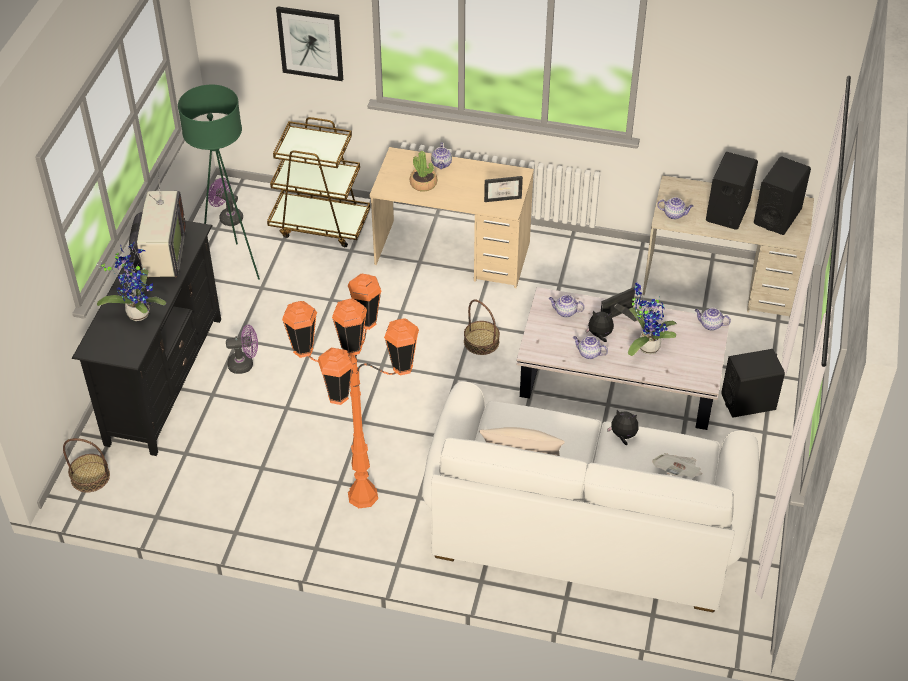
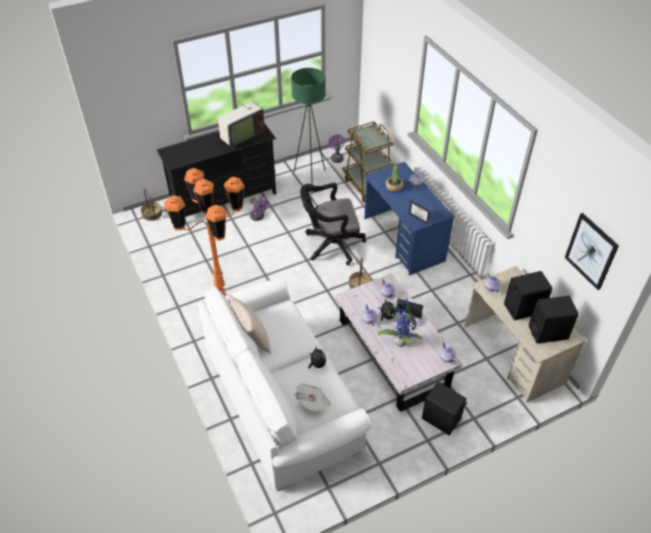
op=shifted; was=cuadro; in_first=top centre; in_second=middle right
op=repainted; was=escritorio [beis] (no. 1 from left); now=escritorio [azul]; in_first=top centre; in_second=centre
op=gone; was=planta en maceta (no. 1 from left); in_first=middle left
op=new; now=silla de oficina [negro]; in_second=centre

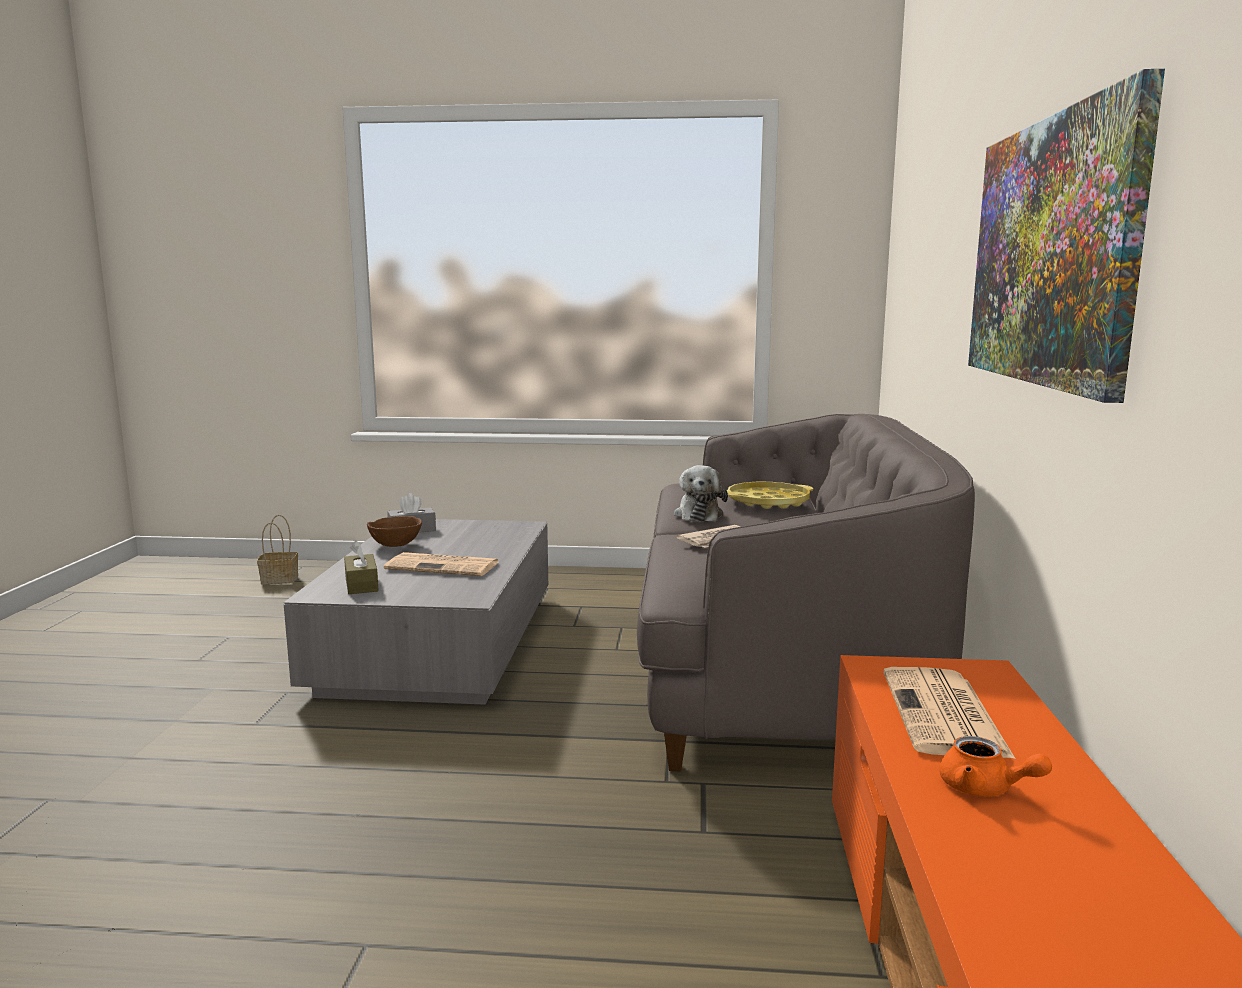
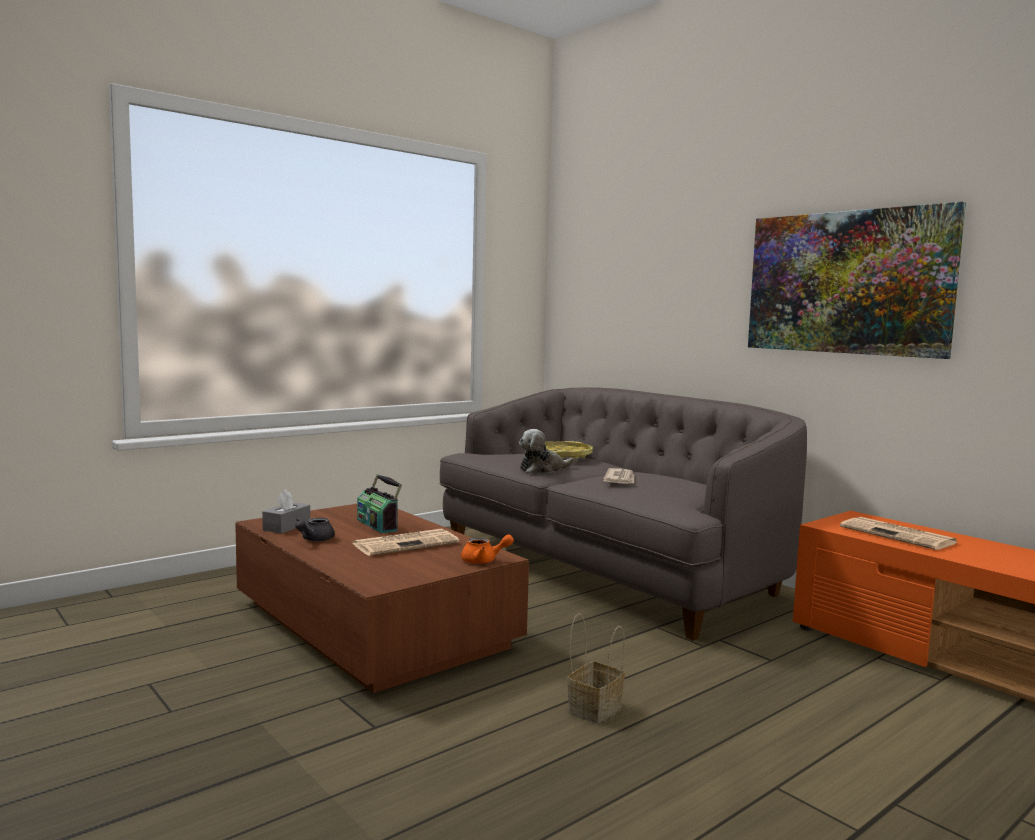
op=rotated; was=peluche; in_first=centre; in_second=centre; clockwise=105
op=shifted; was=cesta; in_first=middle left; in_second=bottom centre
op=swapped; was=cuenco [marrón]; now=tetera [gris]; in_first=middle left; in_second=middle left
op=repainted; was=mesa de centro [gris]; now=mesa de centro [marrón]; in_first=centre; in_second=bottom centre
op=gone; was=caja de pañuelos [marrón]; in_first=middle left
op=shifted; was=tetera [naranja]; in_first=bottom right; in_second=centre
op=new; now=radio; in_second=centre

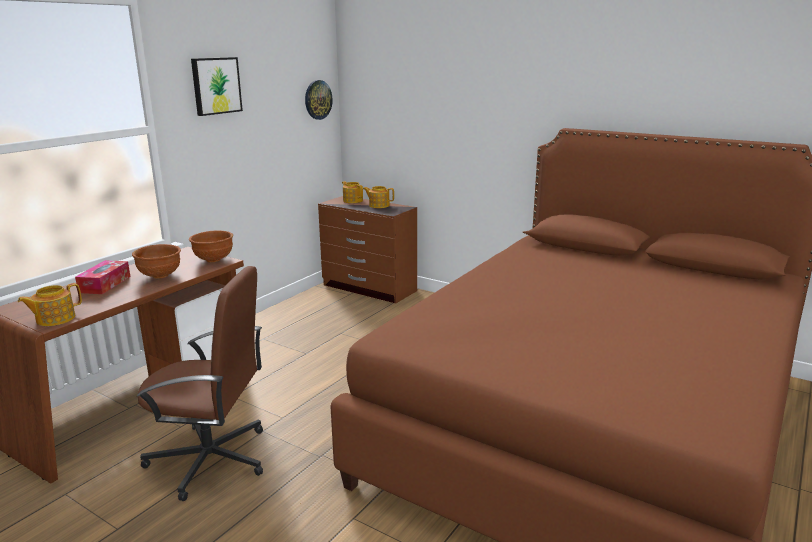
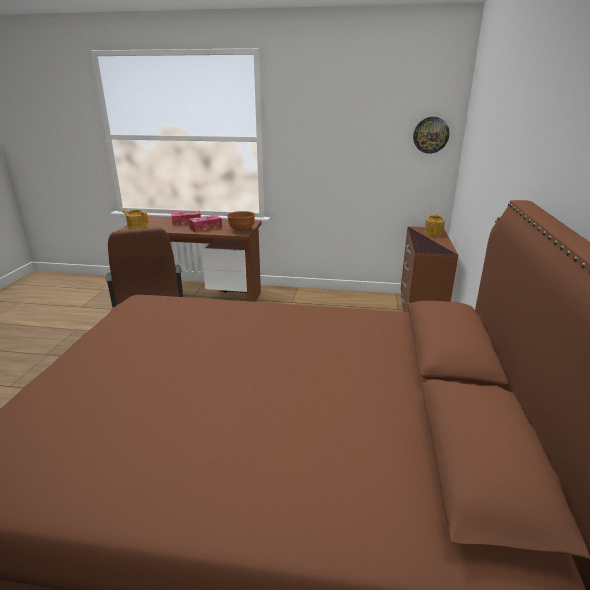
op=gone; was=cuadro; in_first=top left
op=gone; was=tetera (no. 3 from left); in_first=centre
op=swapped; was=cuenco [marrón] (no. 1 from left); now=caja de pañuelos (no. 2 from left); in_first=middle left; in_second=centre

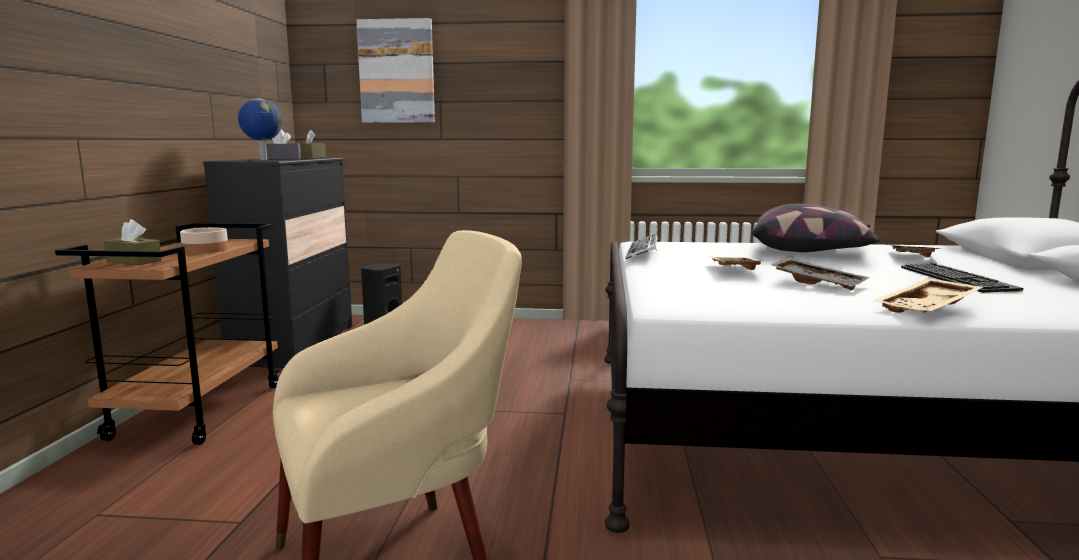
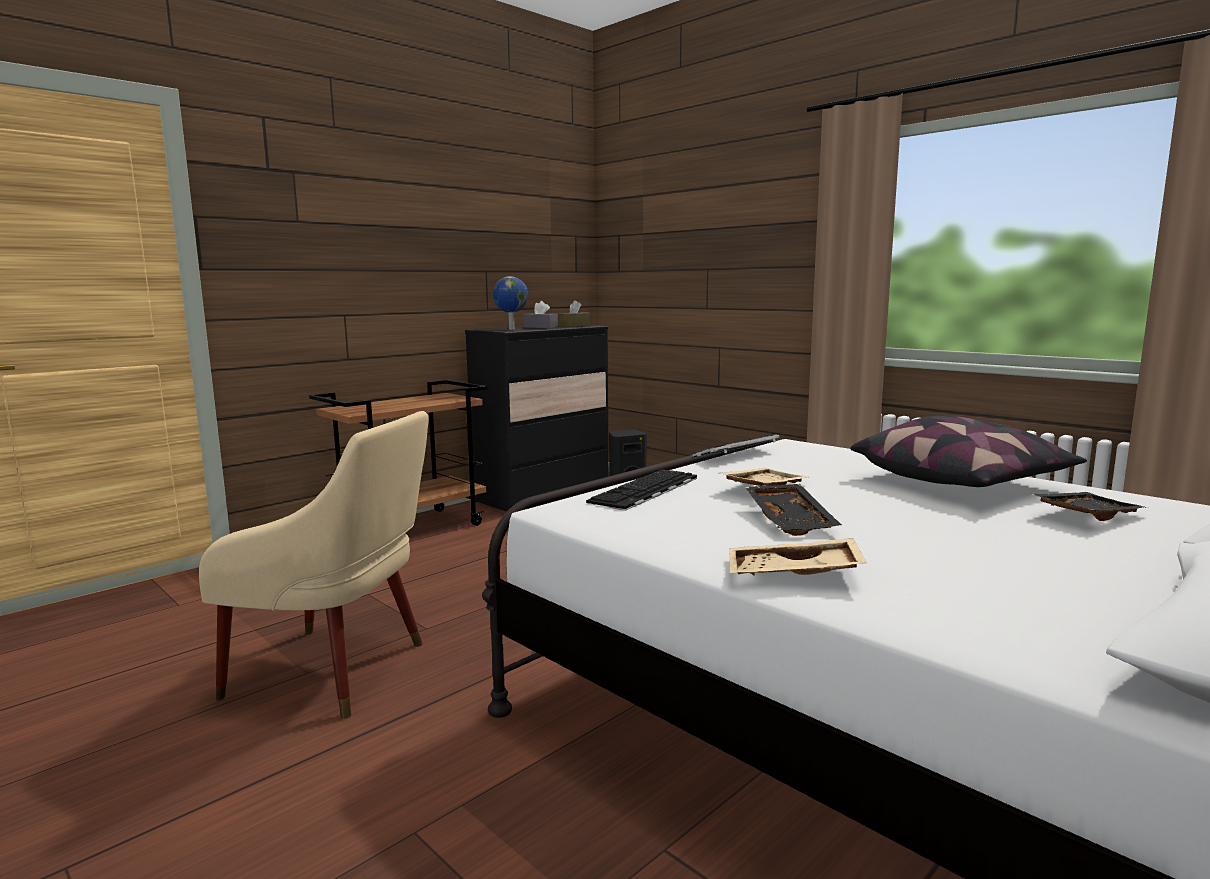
op=gone; was=cuadro; in_first=top centre
op=gone; was=caja de pañuelos [marrón] (no. 1 from left); in_first=middle left
op=gone; was=cuenco; in_first=middle left
op=shifted; was=teclado (no. 2 from left in the first image); now=teclado (no. 1 from left); in_first=middle right; in_second=centre

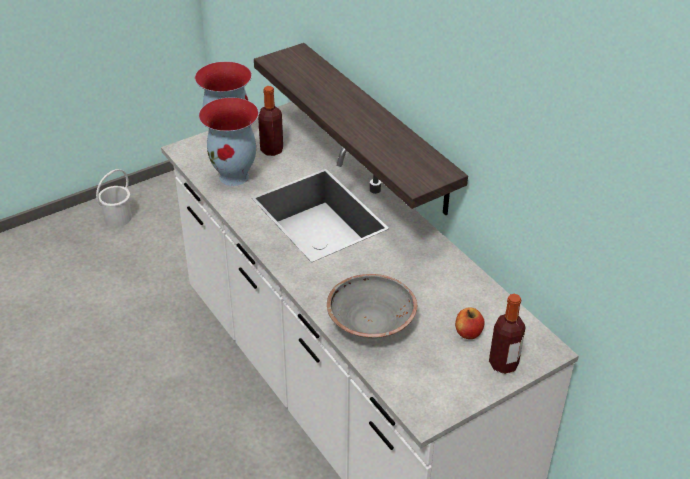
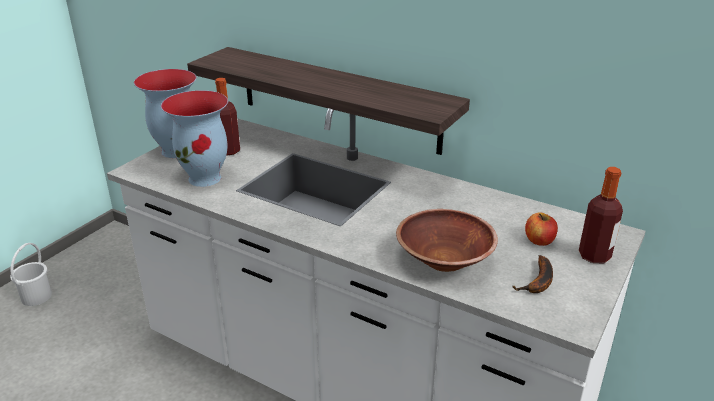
op=repainted; was=cuenco [gris]; now=cuenco [marrón]; in_first=centre; in_second=centre
op=new; now=plátano; in_second=bottom right

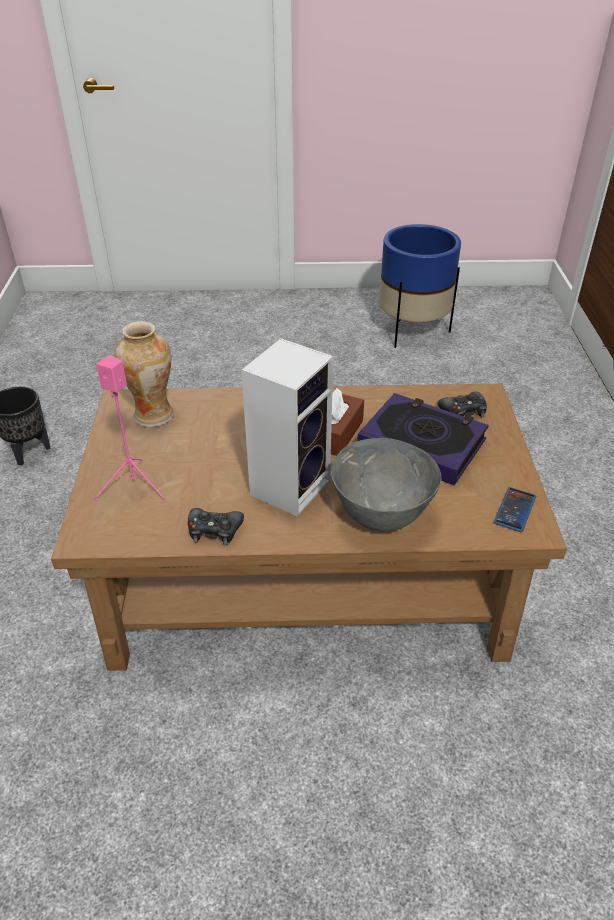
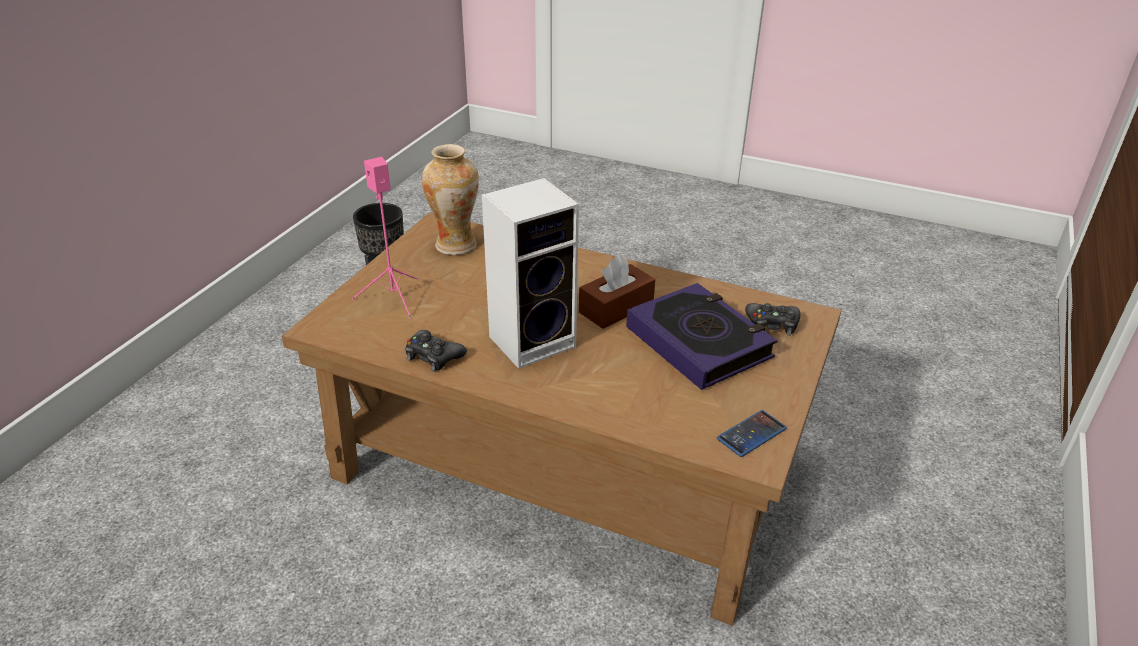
op=gone; was=maceta [azul]; in_first=top right
op=gone; was=cuenco [gris]; in_first=centre

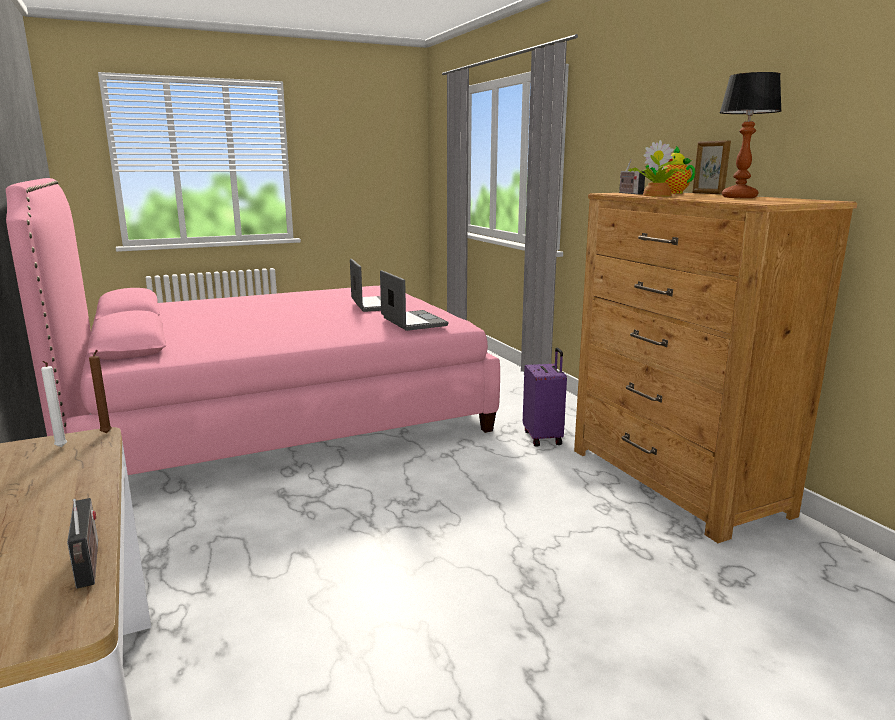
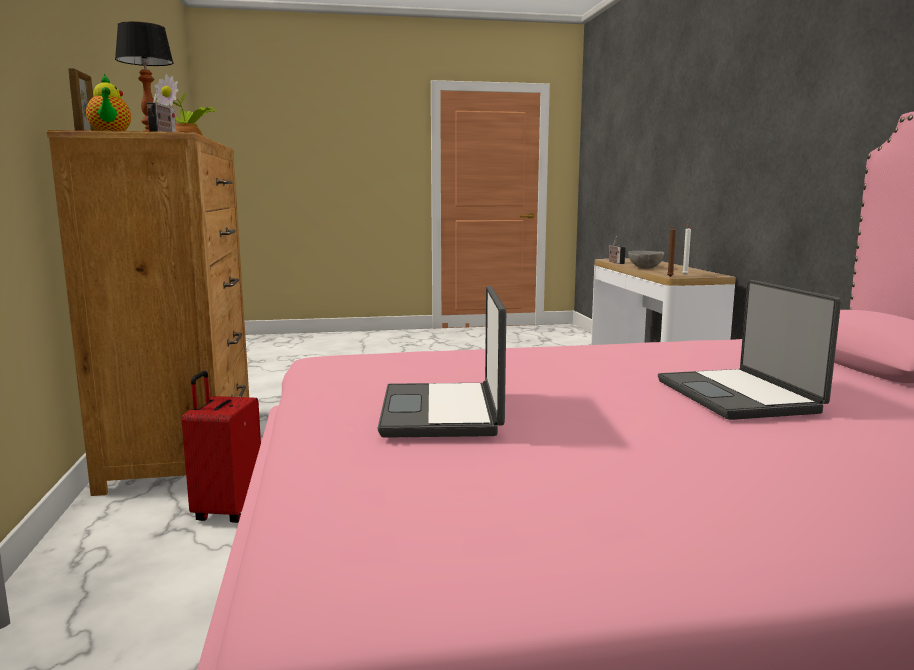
op=shifted; was=portátil (no. 2 from left); in_first=centre; in_second=middle right
op=repainted; was=maleta [morado]; now=maleta [rojo]; in_first=centre; in_second=bottom left
op=new; now=cuenco [gris]; in_second=middle right

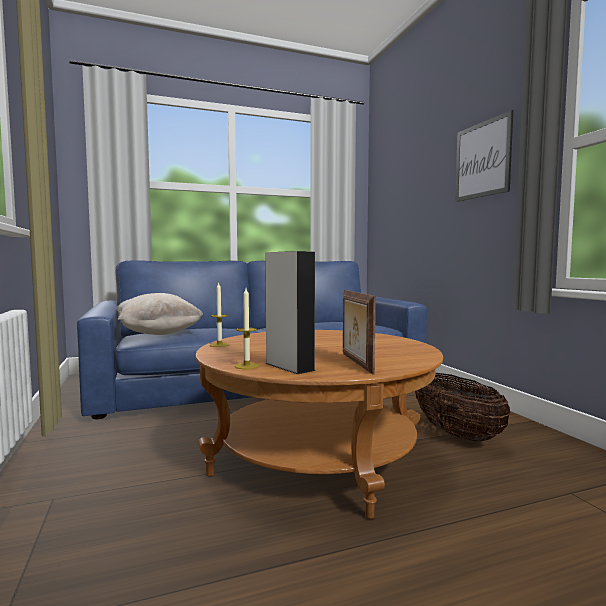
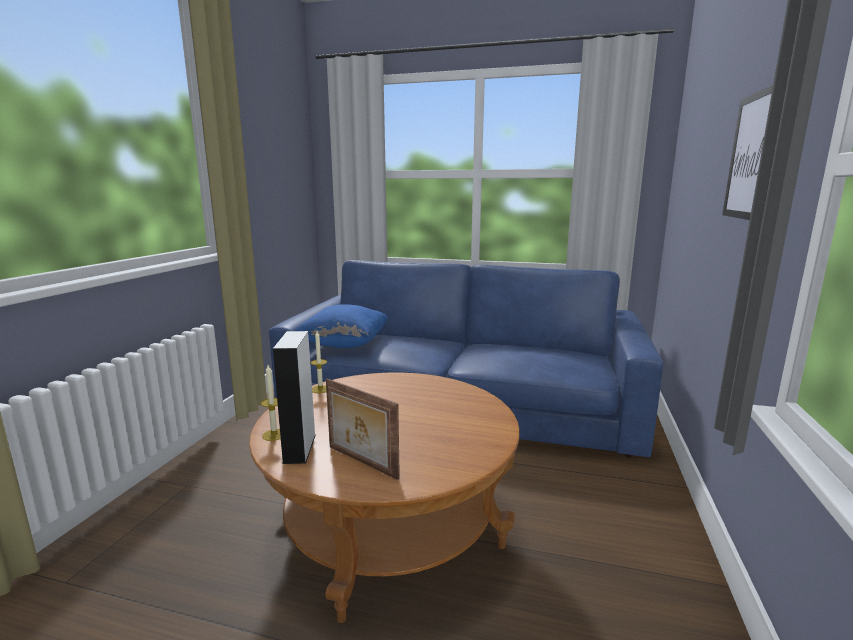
op=rotated; was=portarretratos; in_first=centre; in_second=bottom centre; clockwise=-75
op=repainted; was=cojín [beis]; now=cojín [azul]; in_first=middle left; in_second=centre
op=gone; was=cesta; in_first=bottom right

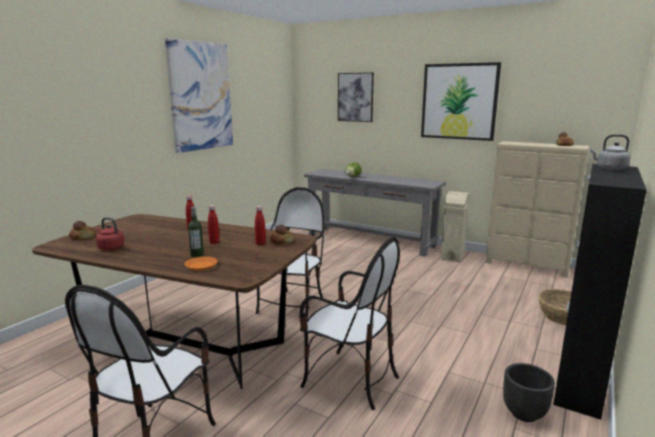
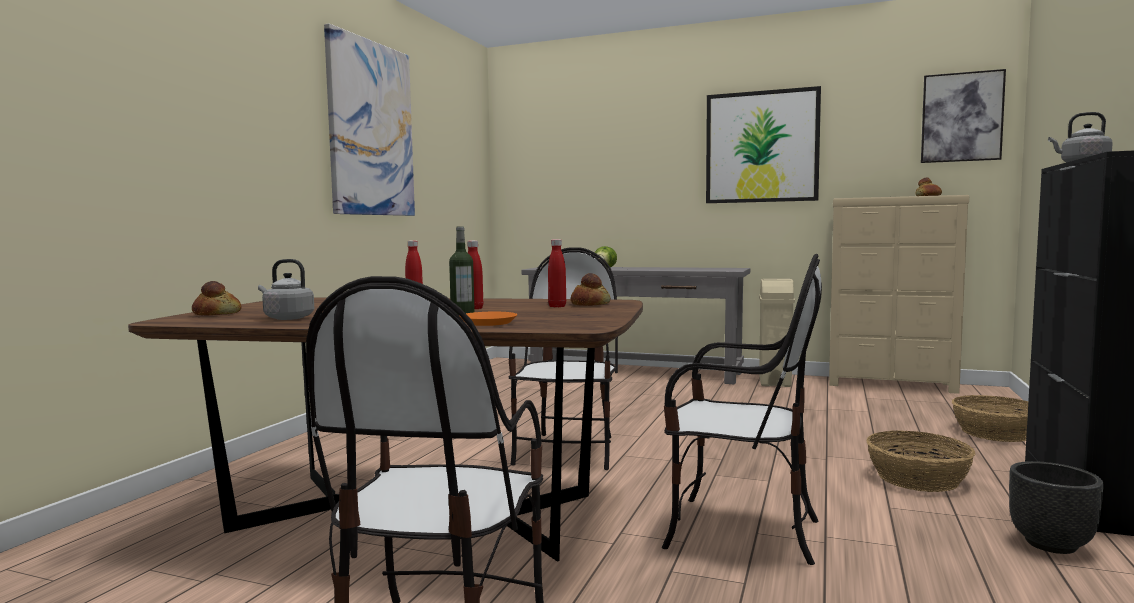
op=shifted; was=cuadro (no. 2 from left in the first image); now=cuadro (no. 3 from left); in_first=top centre; in_second=top right
op=repainted; was=hervidor [rojo]; now=hervidor [gris] (no. 1 from left); in_first=middle left; in_second=middle left
op=new; now=cesta (no. 1 from left); in_second=bottom right

